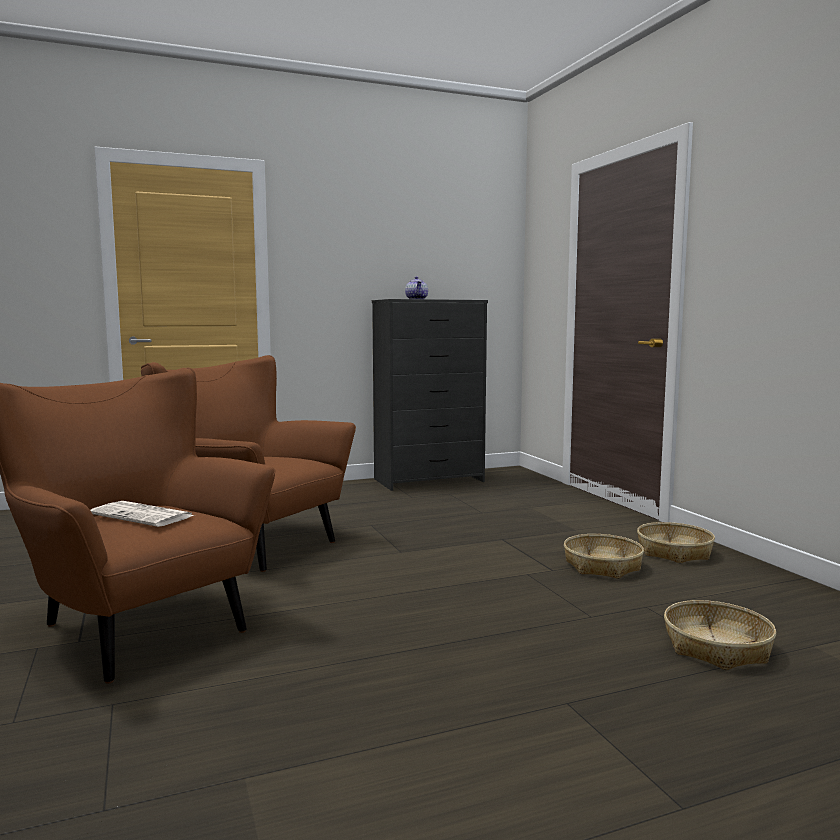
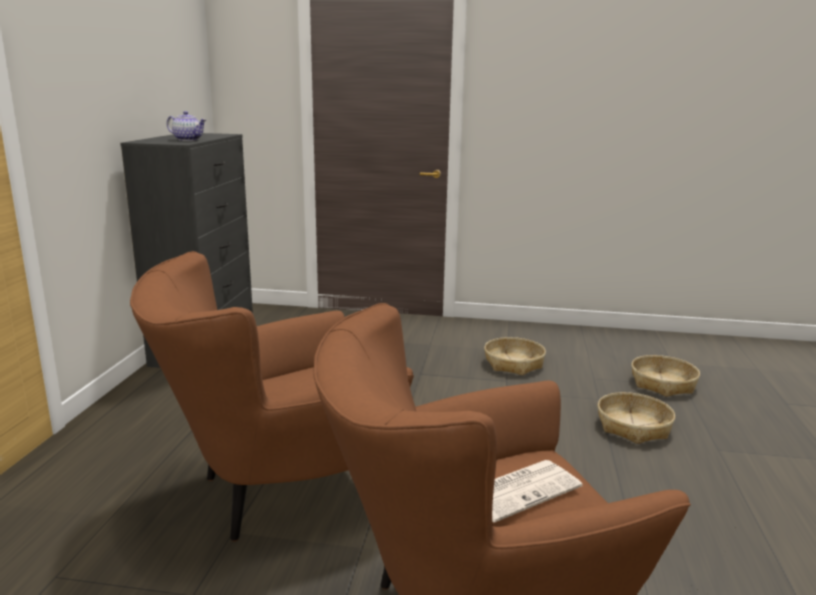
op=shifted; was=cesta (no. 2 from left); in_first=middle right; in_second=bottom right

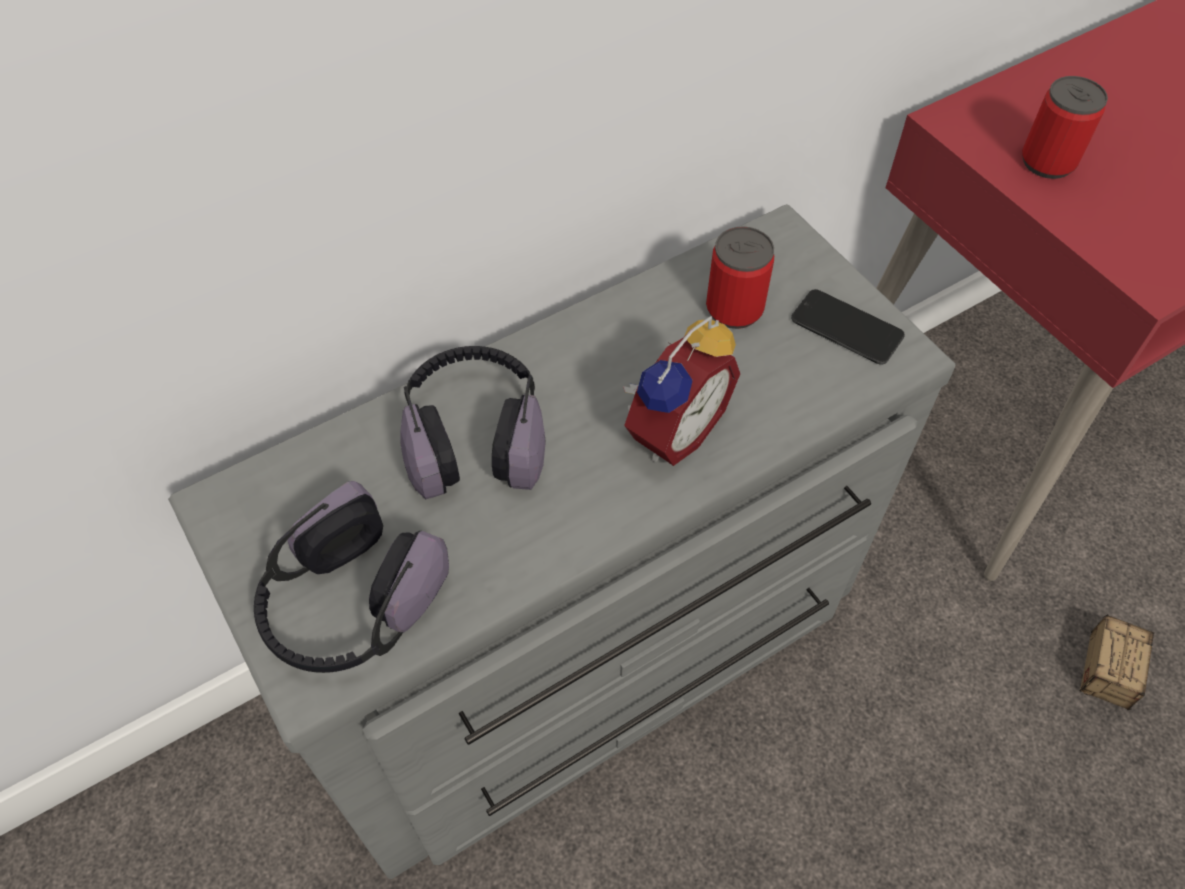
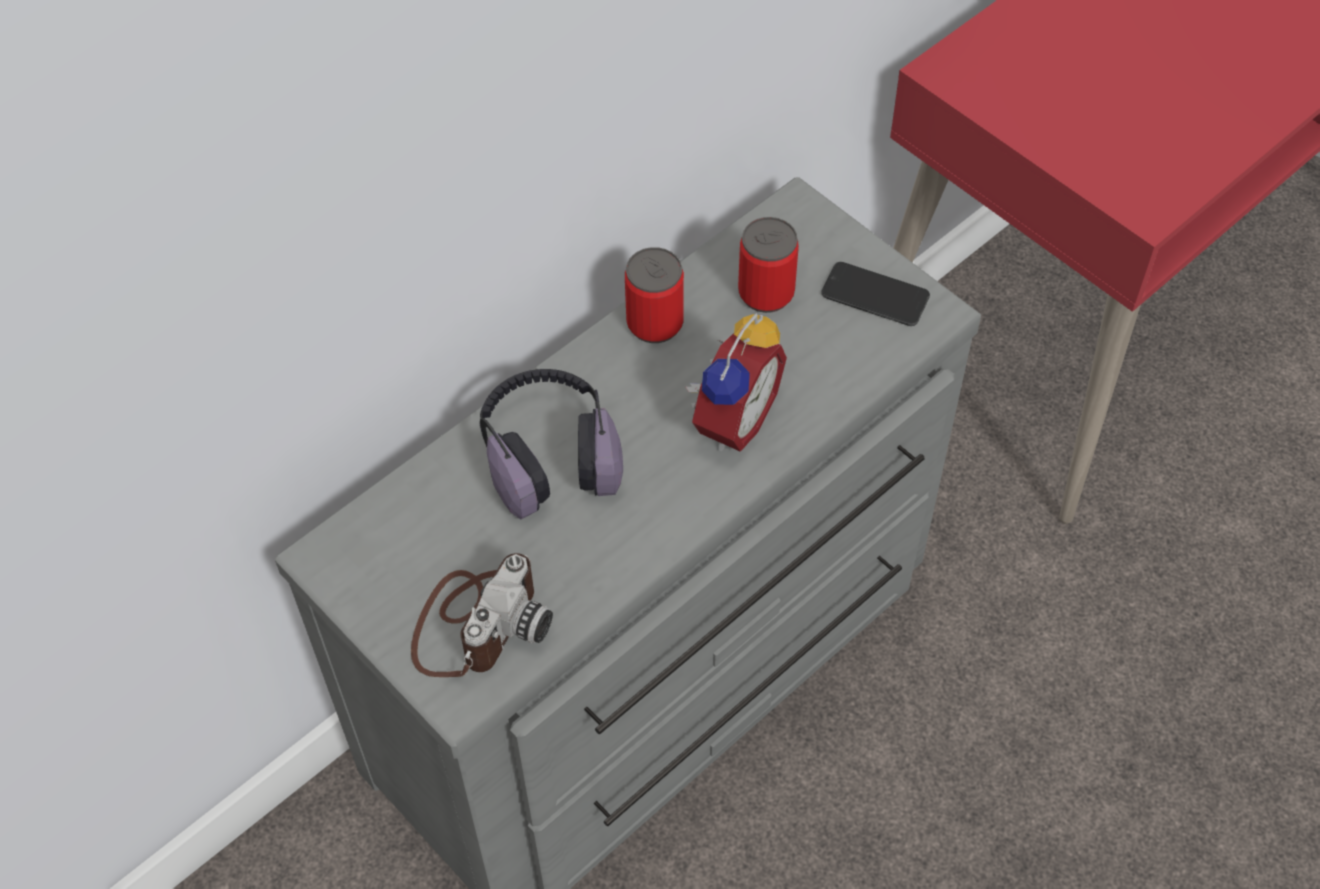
op=shifted; was=lata (no. 2 from left in the first image); now=lata (no. 1 from left); in_first=top right; in_second=top centre
op=swapped; was=auriculares (no. 1 from left); now=cámara; in_first=middle left; in_second=bottom centre
op=gone; was=caja de almacenaje; in_first=bottom right

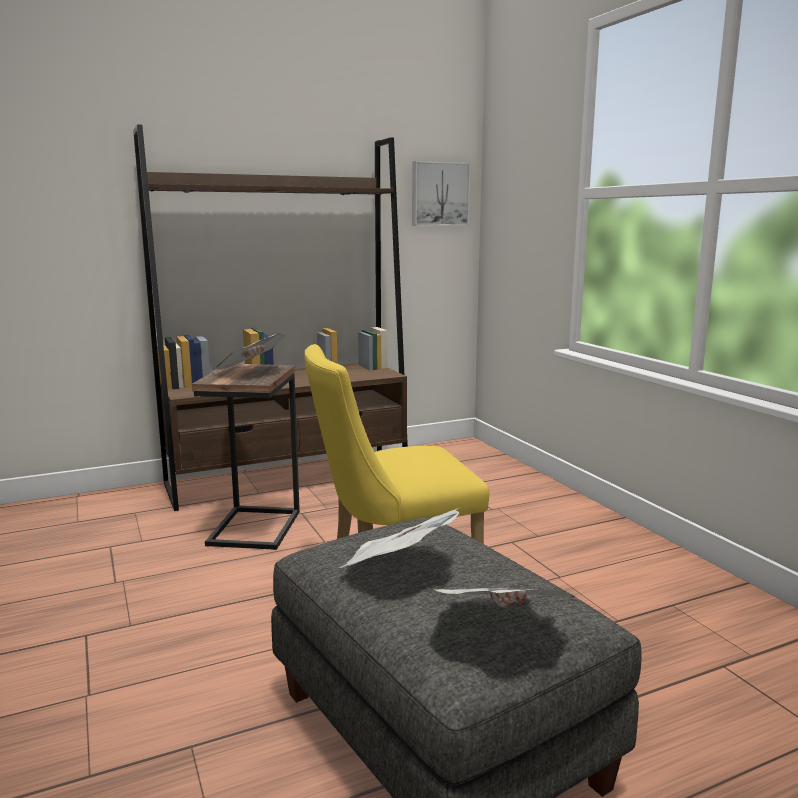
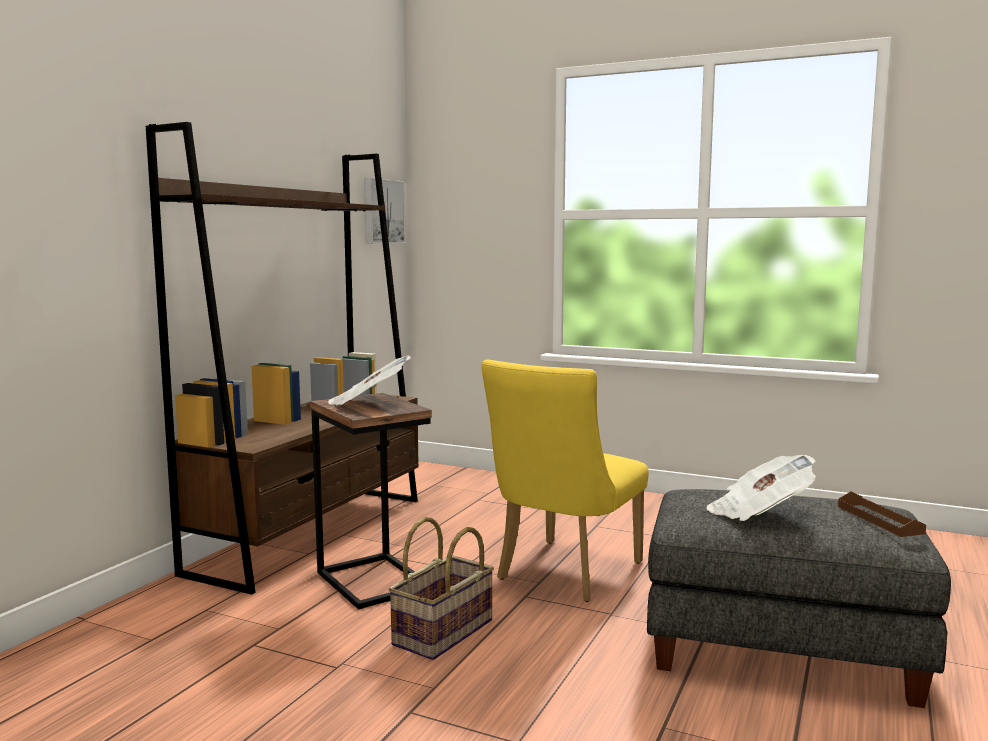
op=swapped; was=periódico (no. 3 from left); now=bandeja [marrón]; in_first=bottom centre; in_second=bottom right
op=new; now=cesta; in_second=bottom centre

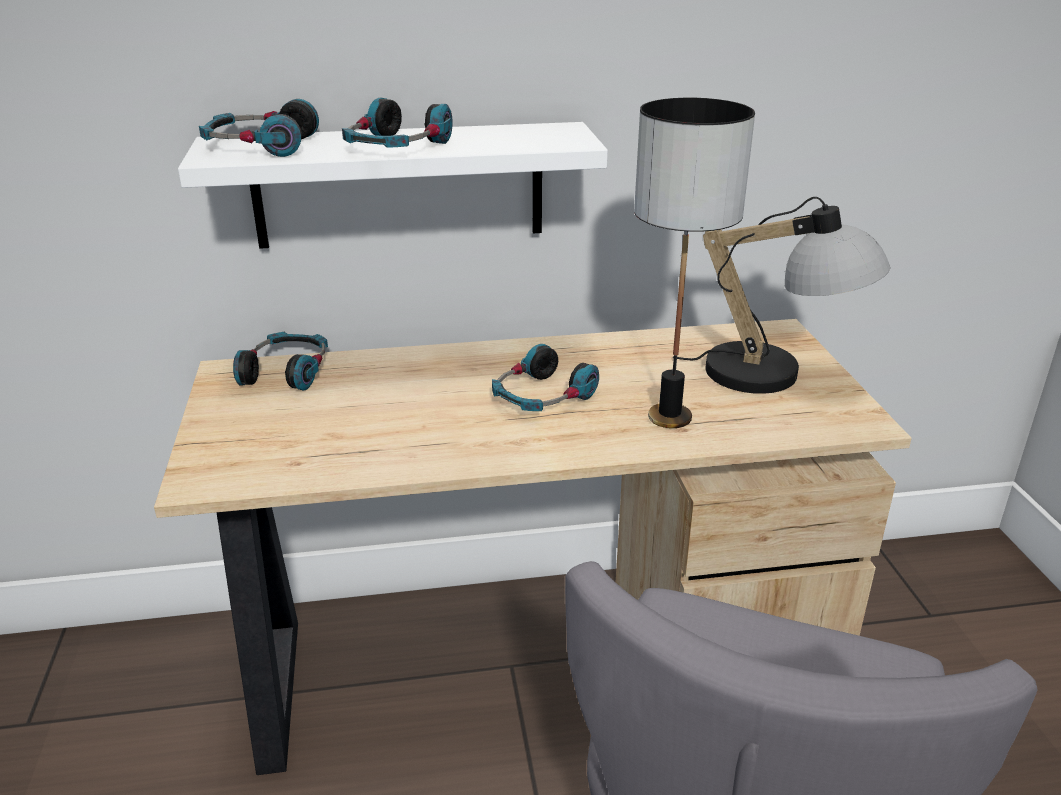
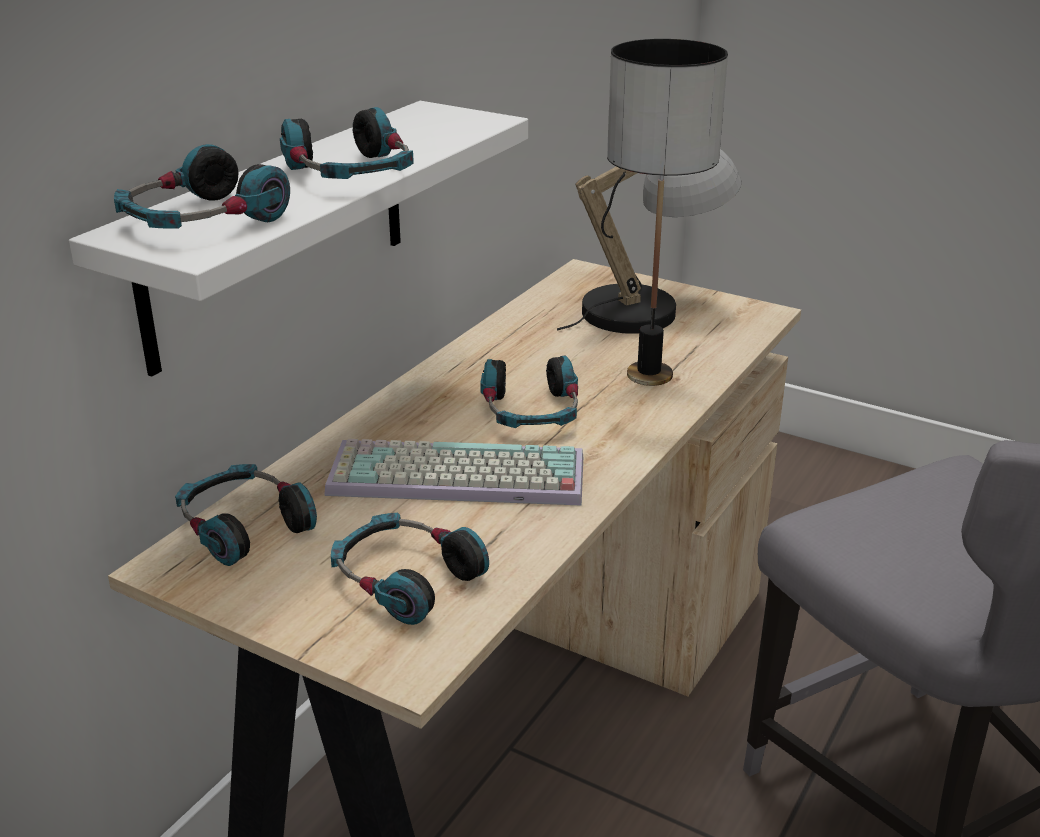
op=new; now=teclado; in_second=centre
op=new; now=auriculares (no. 4 from left); in_second=bottom centre

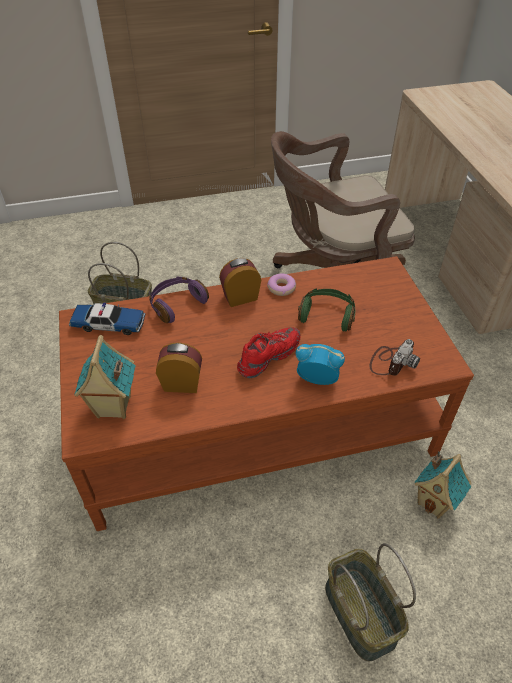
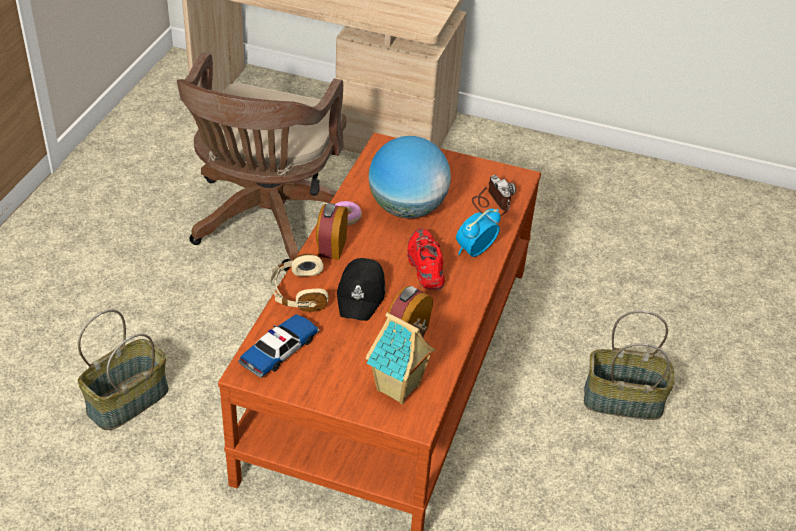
op=repainted; was=auriculares [morado]; now=auriculares [beis]; in_first=centre; in_second=centre
op=swapped; was=auriculares [verde]; now=globo terráqueo; in_first=centre; in_second=centre
op=gone; was=casita (no. 2 from left); in_first=bottom right
op=new; now=gorra [negro]; in_second=centre

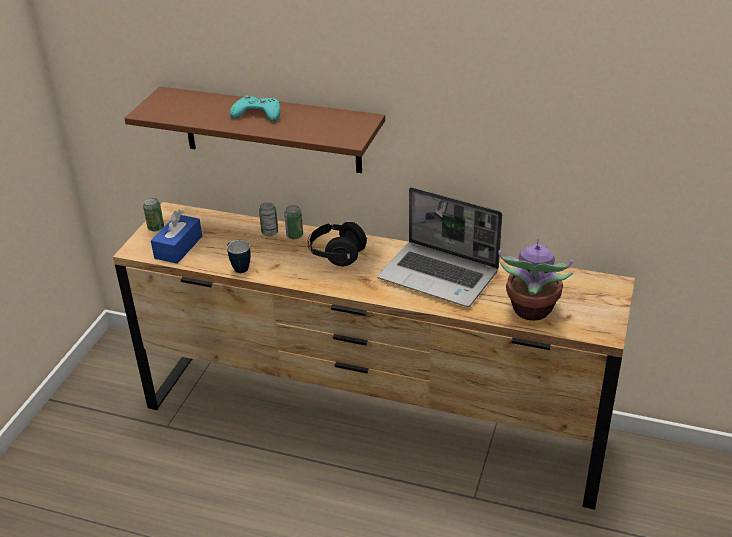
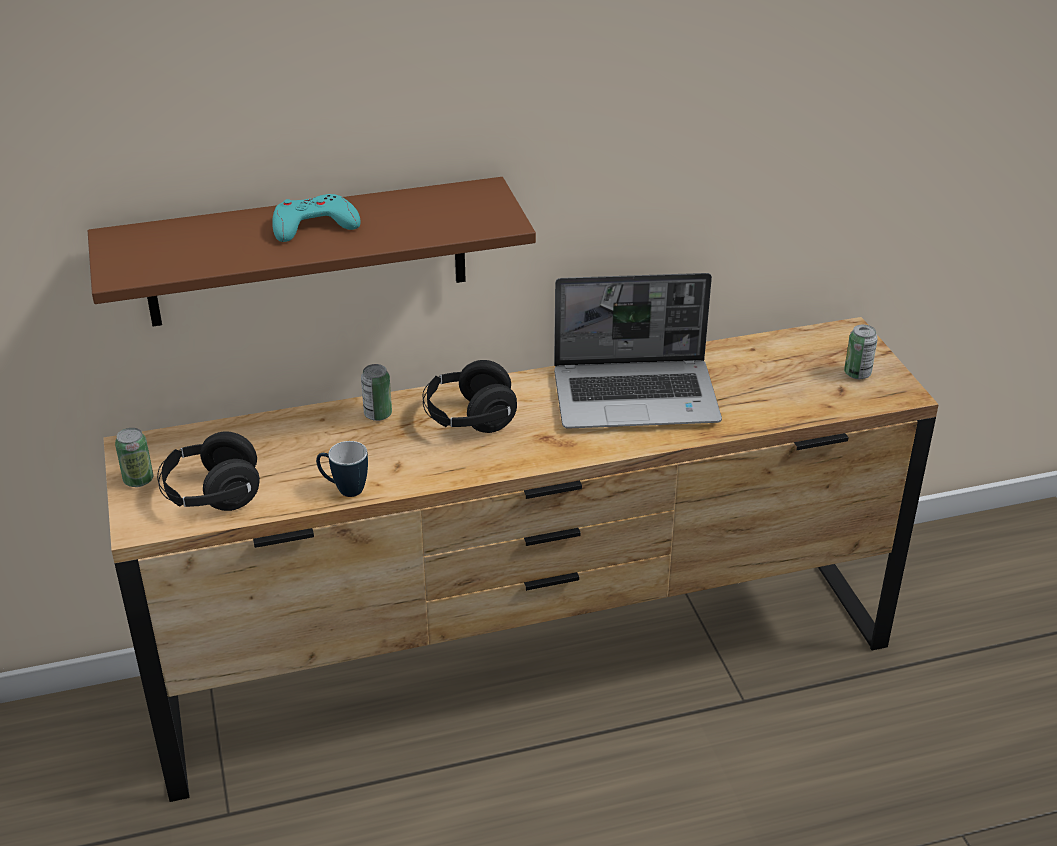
op=shifted; was=lata (no. 2 from left in the first image); now=lata (no. 3 from left); in_first=centre; in_second=middle right
op=swapped; was=caja de pañuelos [azul]; now=auriculares [negro] (no. 1 from left); in_first=middle left; in_second=middle left
op=gone; was=planta en maceta; in_first=middle right

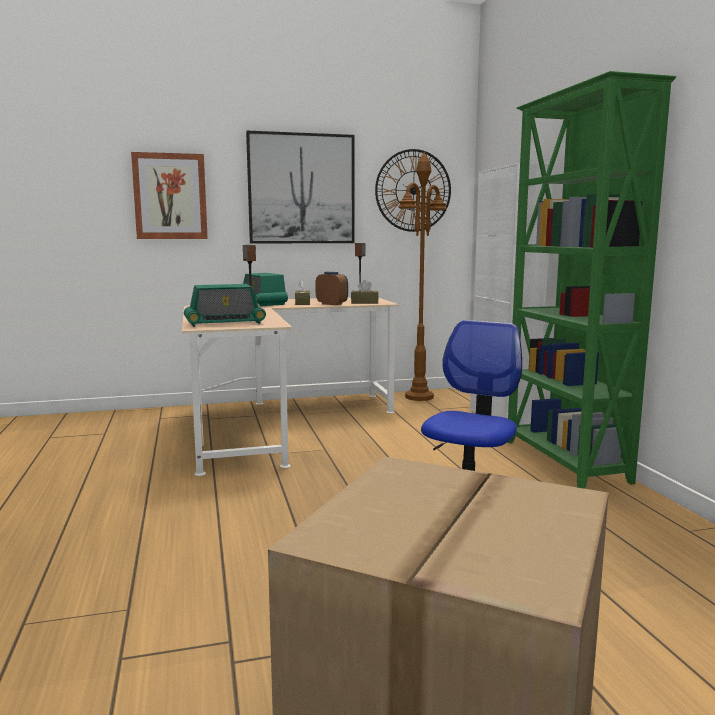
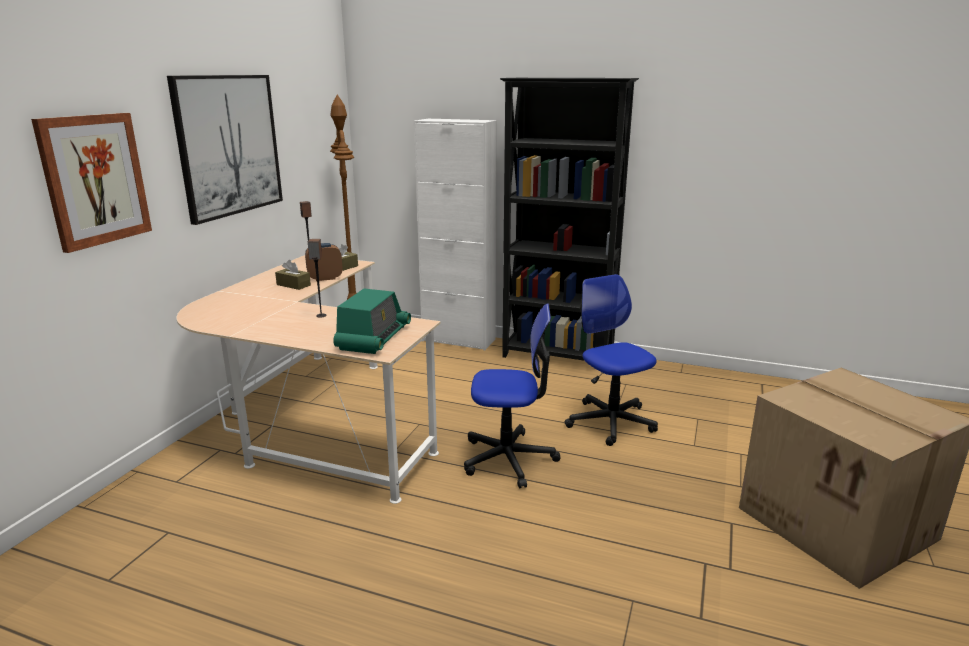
op=repainted; was=estantería [verde]; now=estantería [negro]; in_first=middle right; in_second=centre
op=gone; was=reloj de pared; in_first=top centre
op=gone; was=radio (no. 2 from left); in_first=centre
op=new; now=silla de oficina (no. 1 from left); in_second=centre

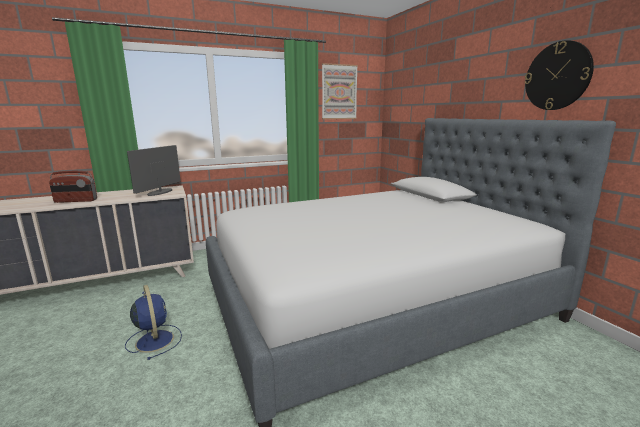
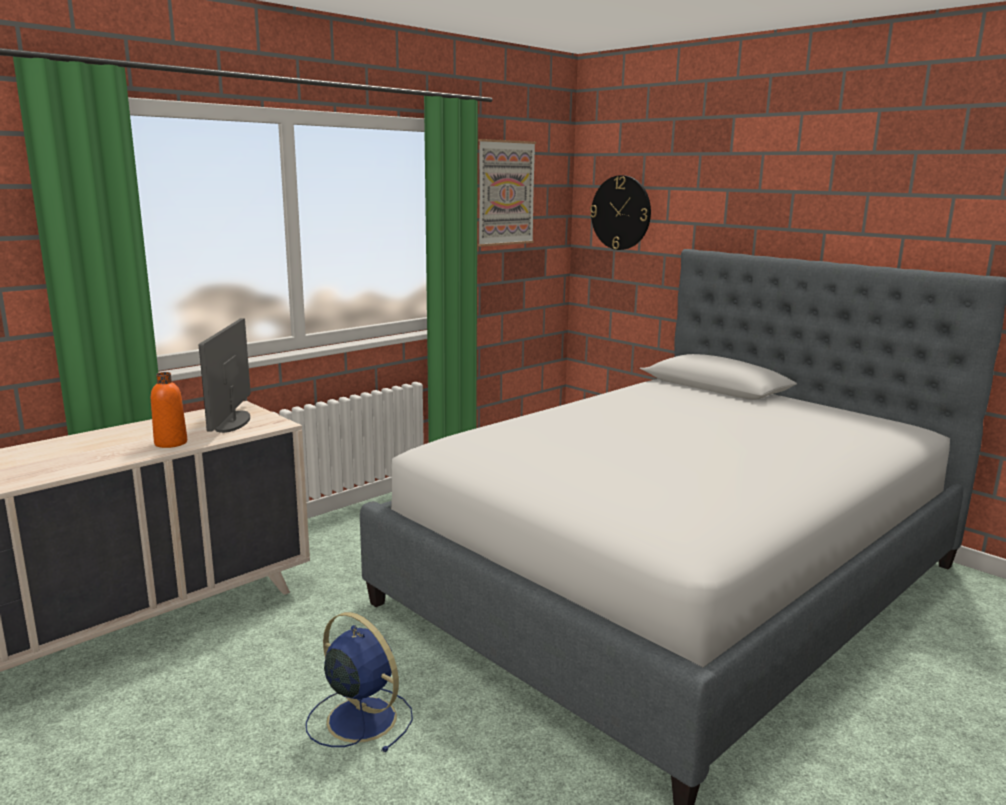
op=shifted; was=reloj de pared; in_first=top right; in_second=top centre
op=gone; was=radio; in_first=middle left
op=new; now=botella [naranja]; in_second=middle left

